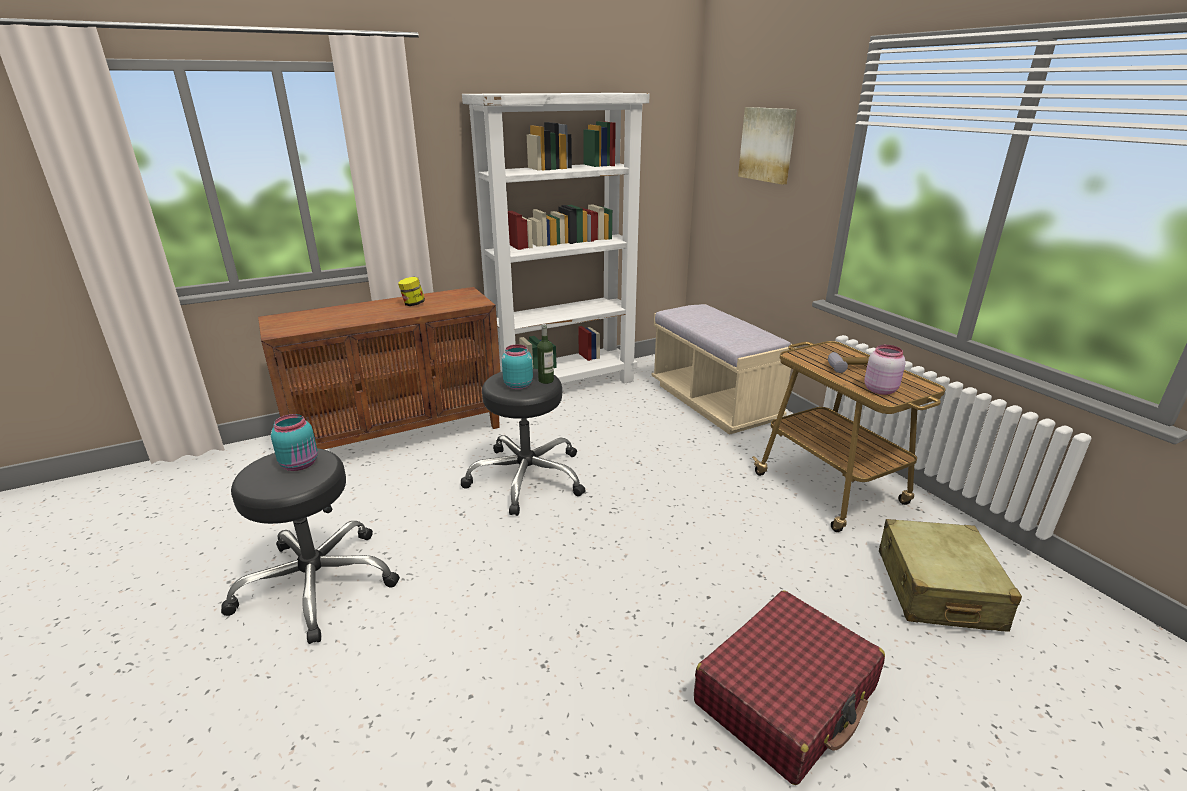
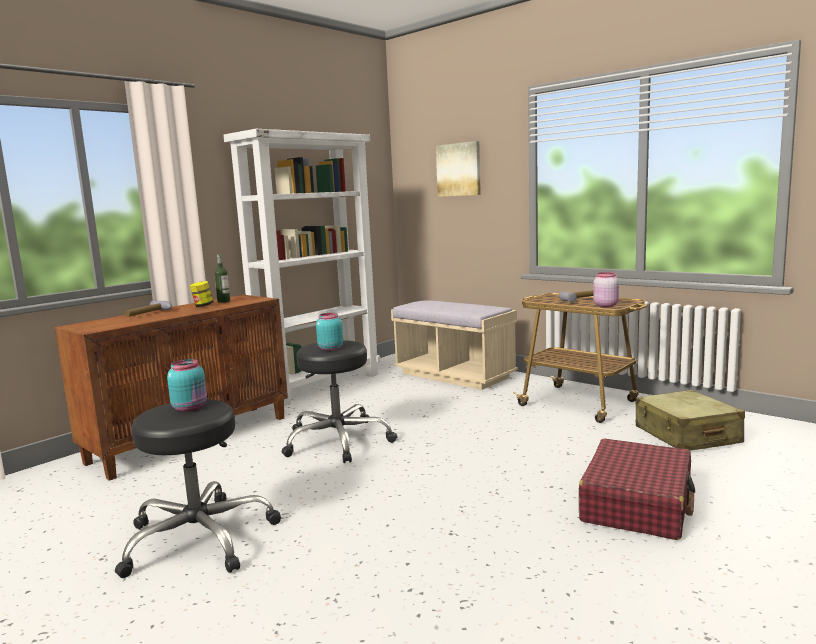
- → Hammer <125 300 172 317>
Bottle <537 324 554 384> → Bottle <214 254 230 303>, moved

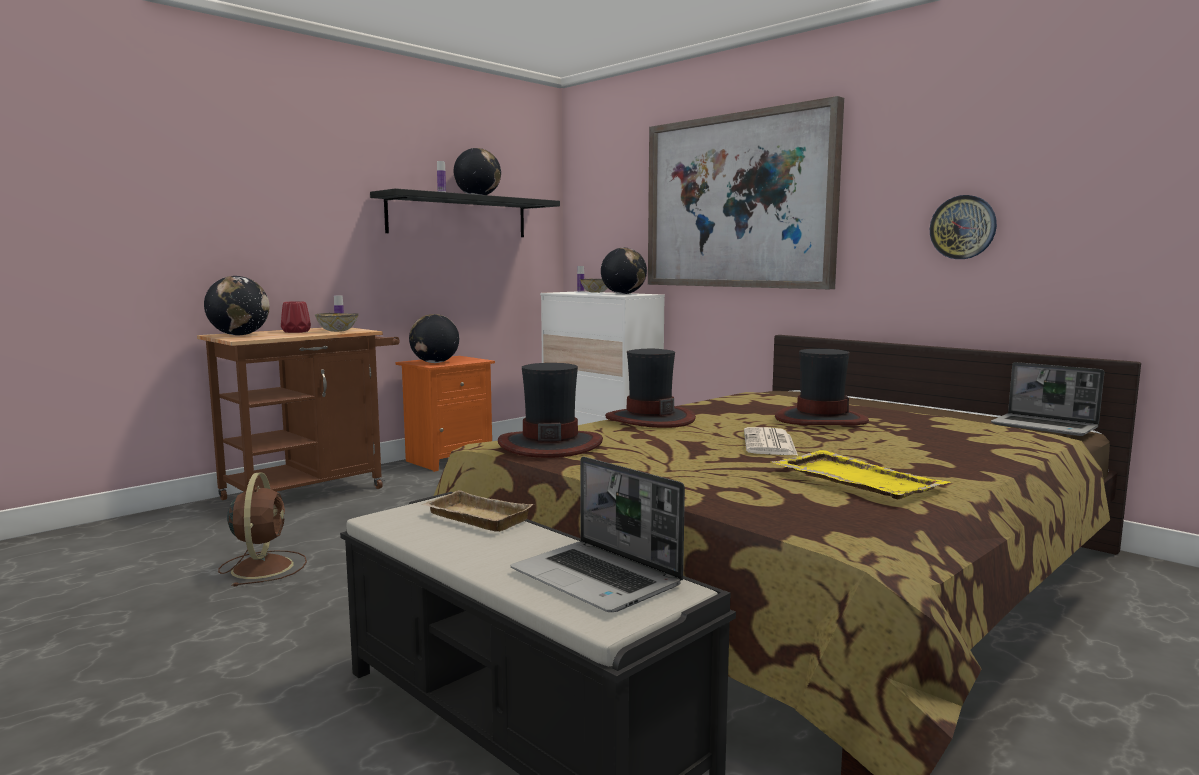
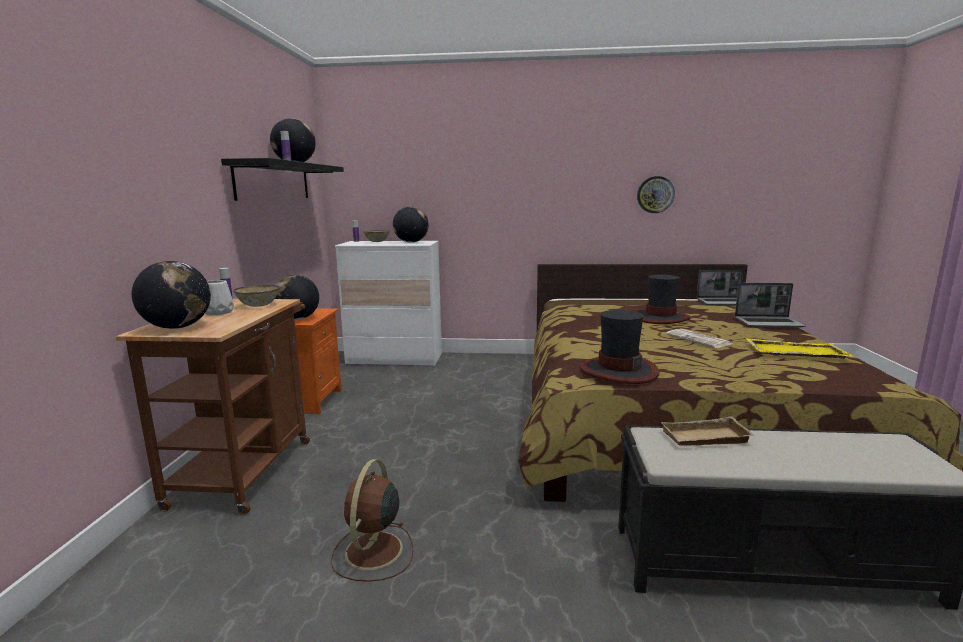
RedVase <281 301 311 333> → WhiteVase <205 280 234 315>
BrownFan <218 472 307 586> → BrownFan <330 459 413 582>, 120 degrees counterclockwise
Laptop <511 457 685 612> → Laptop <735 283 806 327>, moved
Hat <605 349 696 428> → -
Picture <648 96 844 289> → -

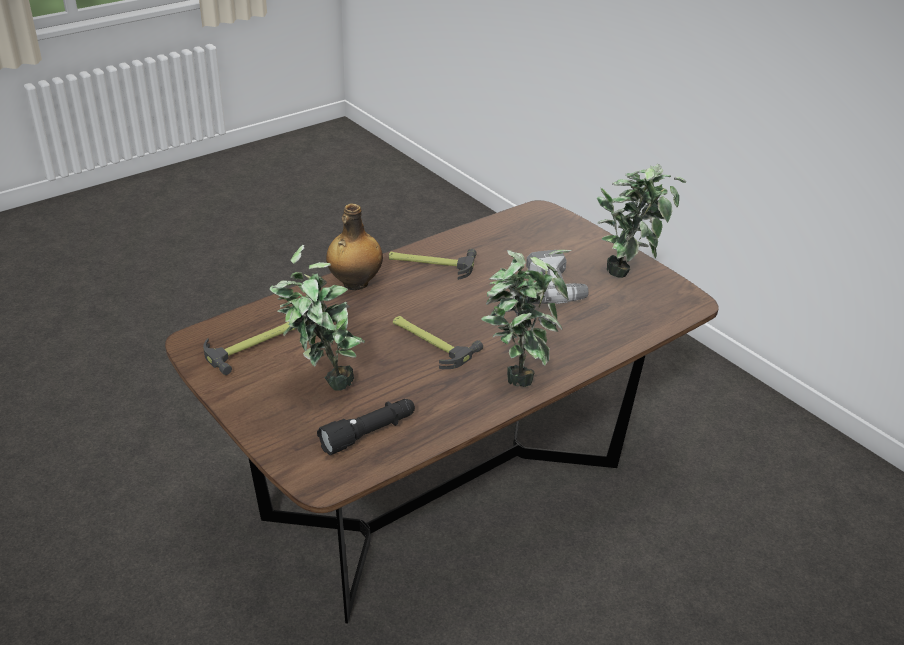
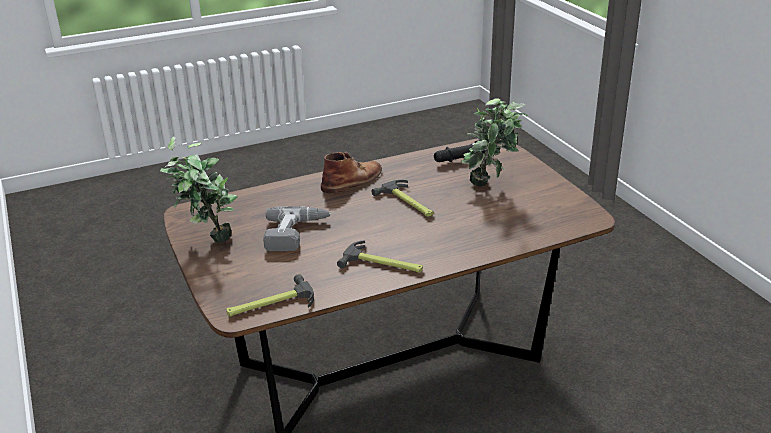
Hammer <203 322 295 375> → Hammer <226 274 314 317>, moved
PottedPlant <481 250 572 387> → BrownBoot <321 151 382 193>
Bottle <326 203 383 290> → -

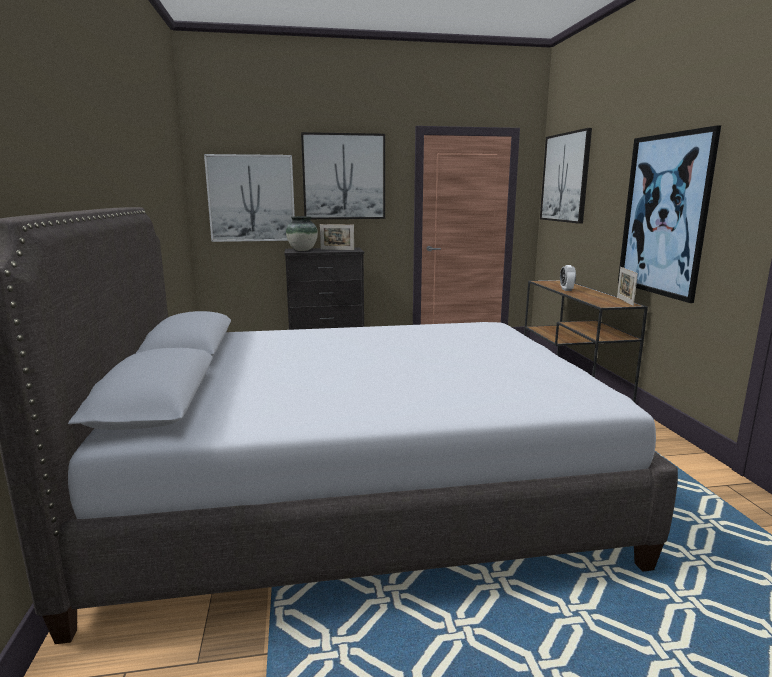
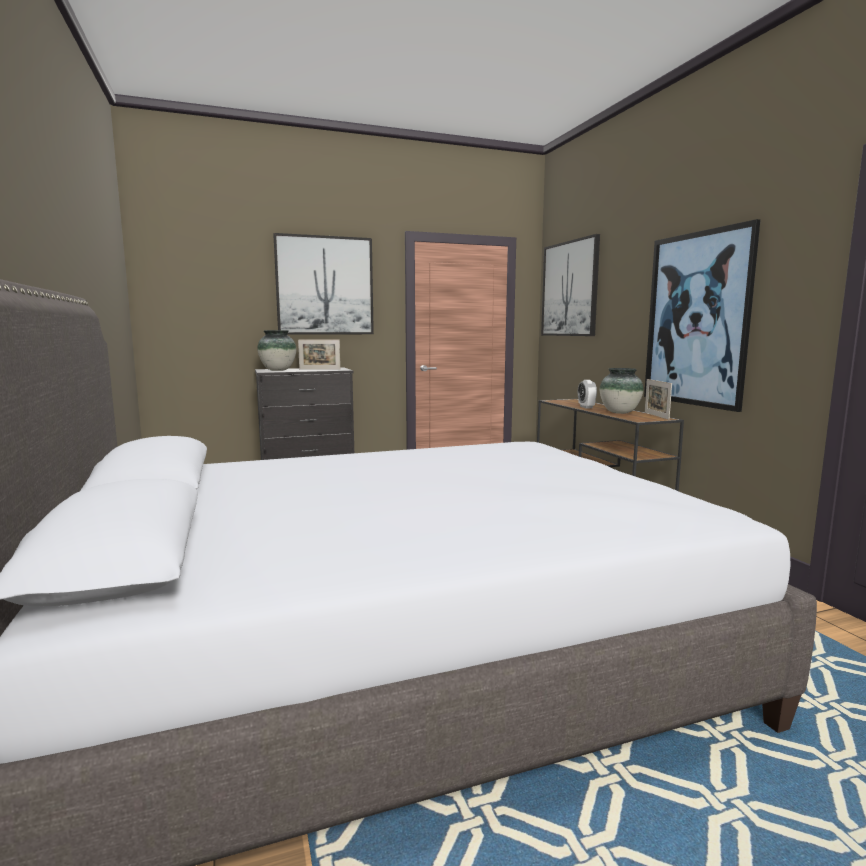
- → Vase <600 368 644 414>
Picture <204 154 295 242> → -

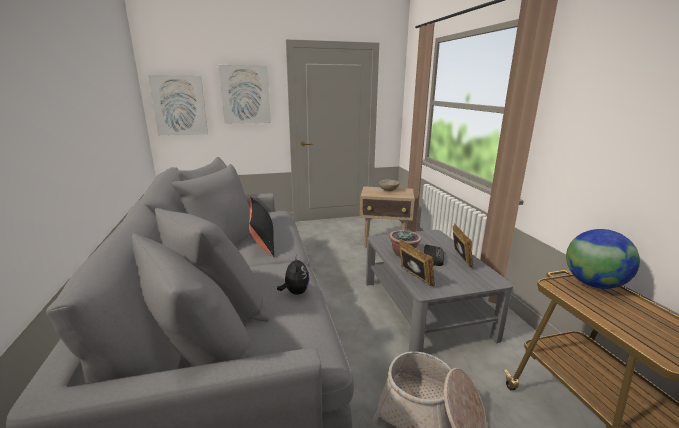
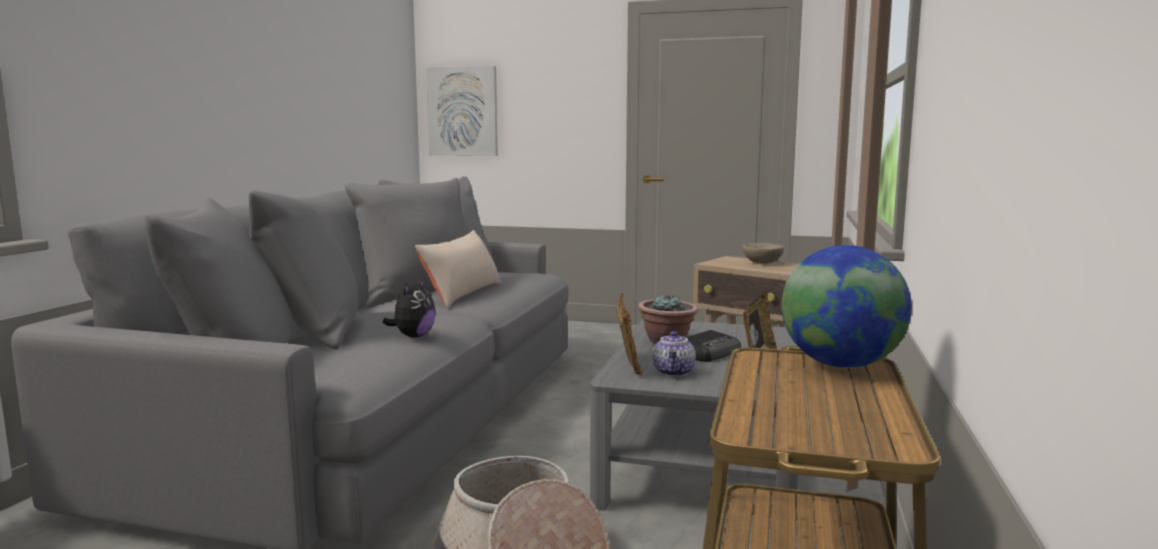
BlackPillow <249 197 274 257> → BeigePillow <415 230 501 308>
- → Teapot <652 331 696 377>
Picture <218 65 271 124> → -

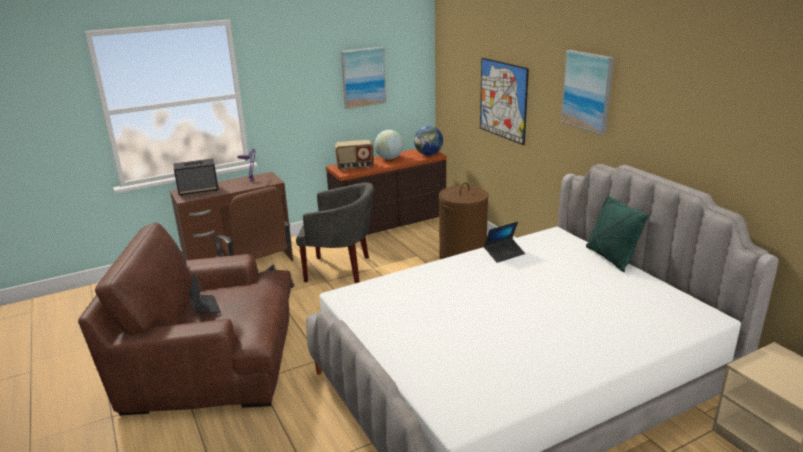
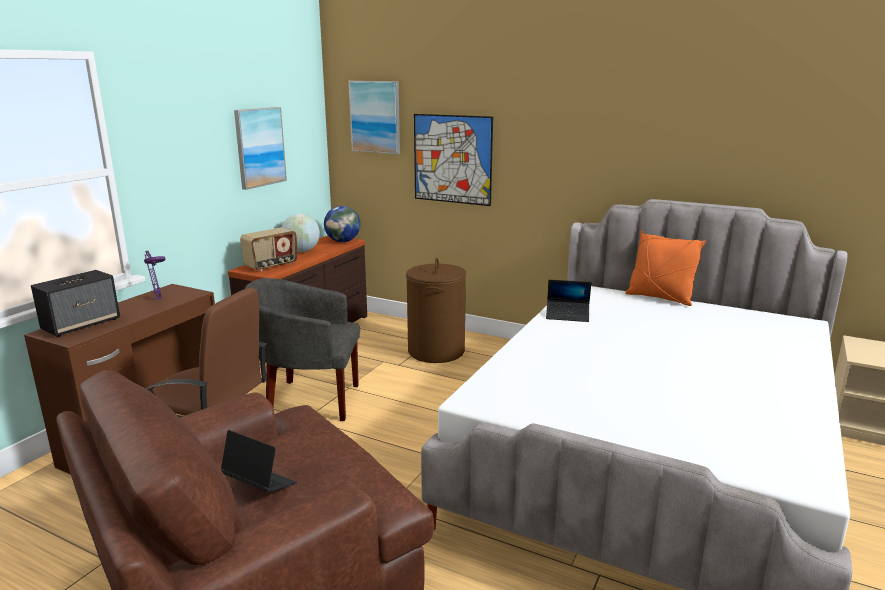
GreyArmchair <296 182 374 283> → GreyArmchair <245 278 360 421>, 150 degrees counterclockwise
Picture <561 50 614 135> → Picture <349 81 400 154>, moved
Laptop <484 222 525 263> → Laptop <546 280 591 322>, 75 degrees clockwise
GreenPillow <586 192 649 272> → OrangePillow <625 230 706 306>

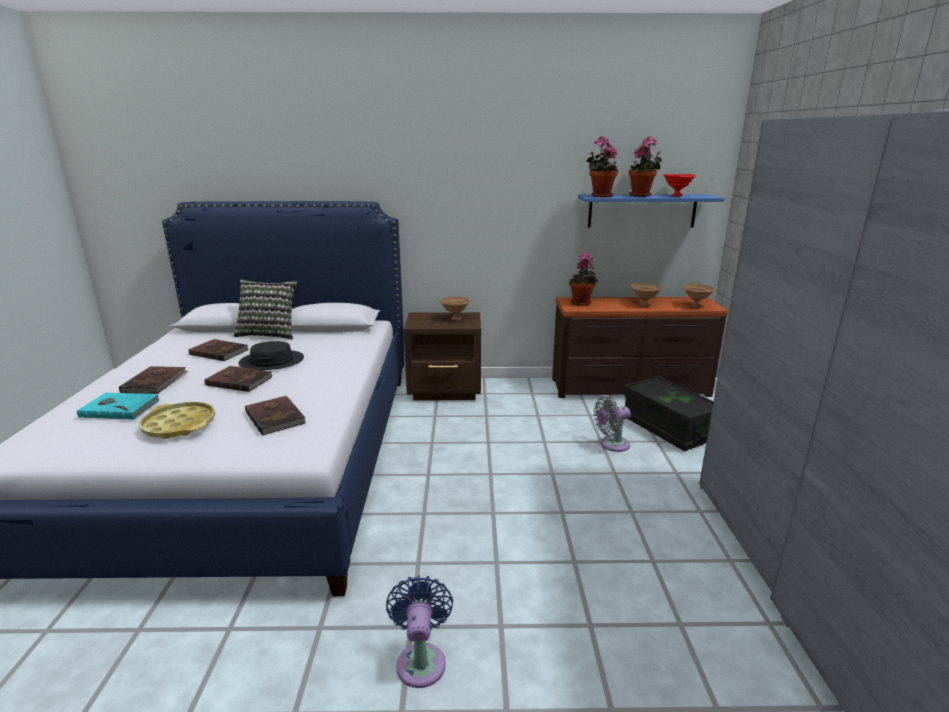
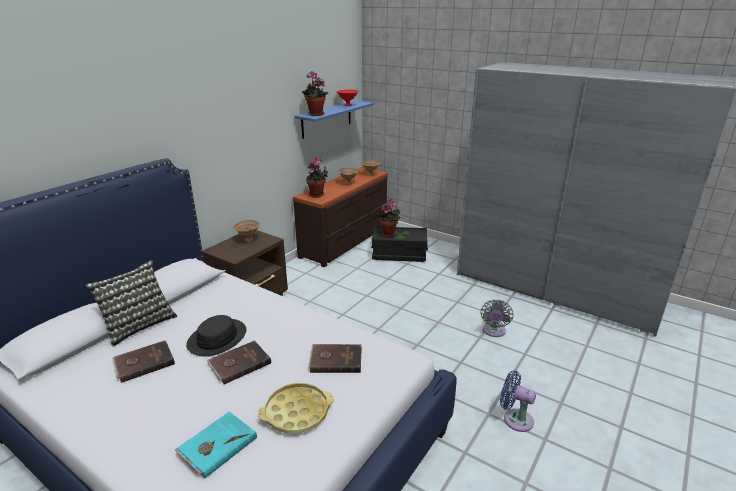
PottedPlant <629 136 662 197> → PottedPlant <379 199 401 237>, moved
GreyFan <594 397 631 452> → GreyFan <481 299 513 337>, moved
BrownBook <119 366 188 394> → -

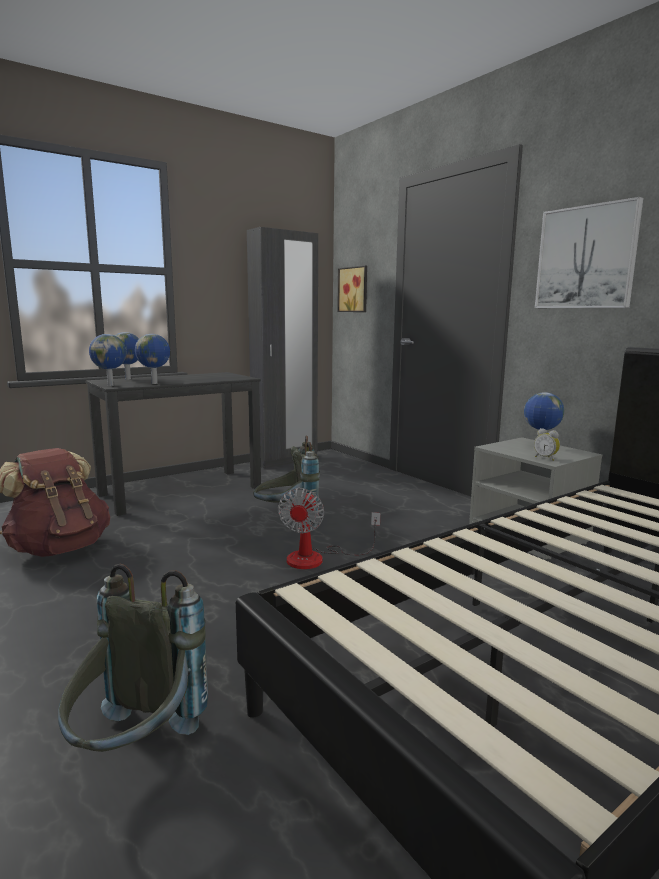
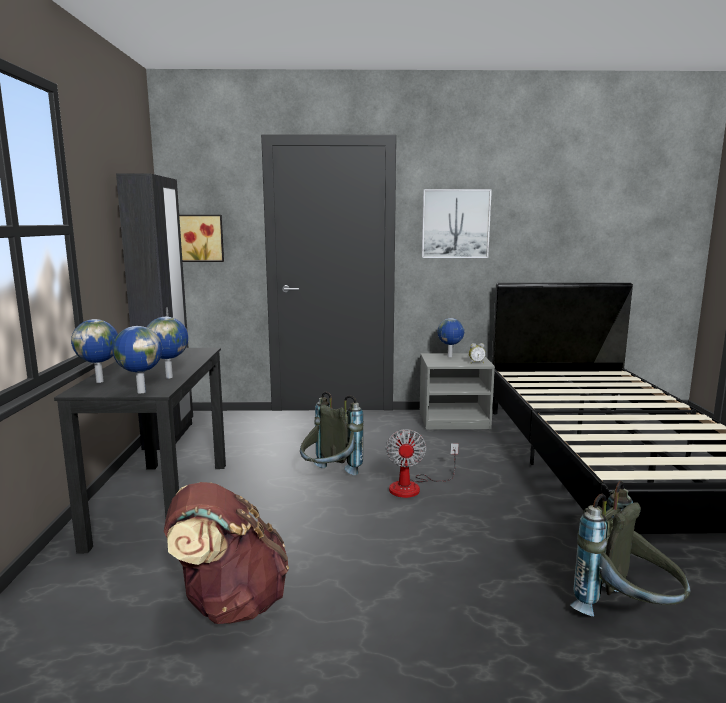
Fan <278 488 380 569> → Fan <386 429 458 498>, 45 degrees clockwise

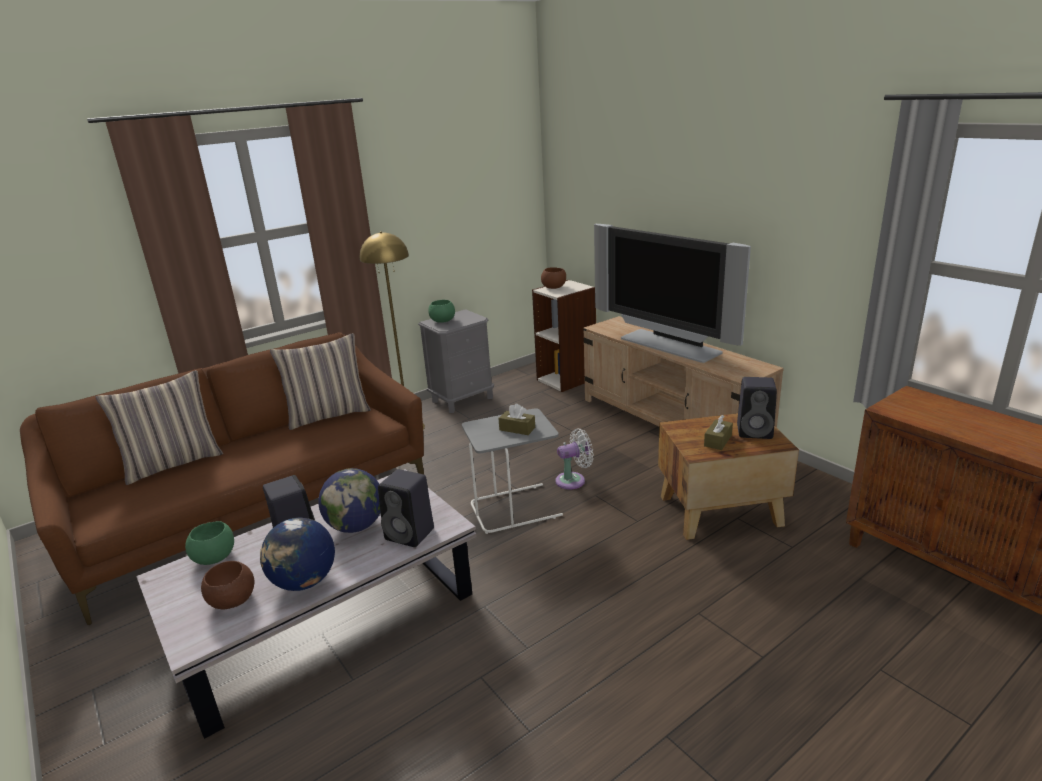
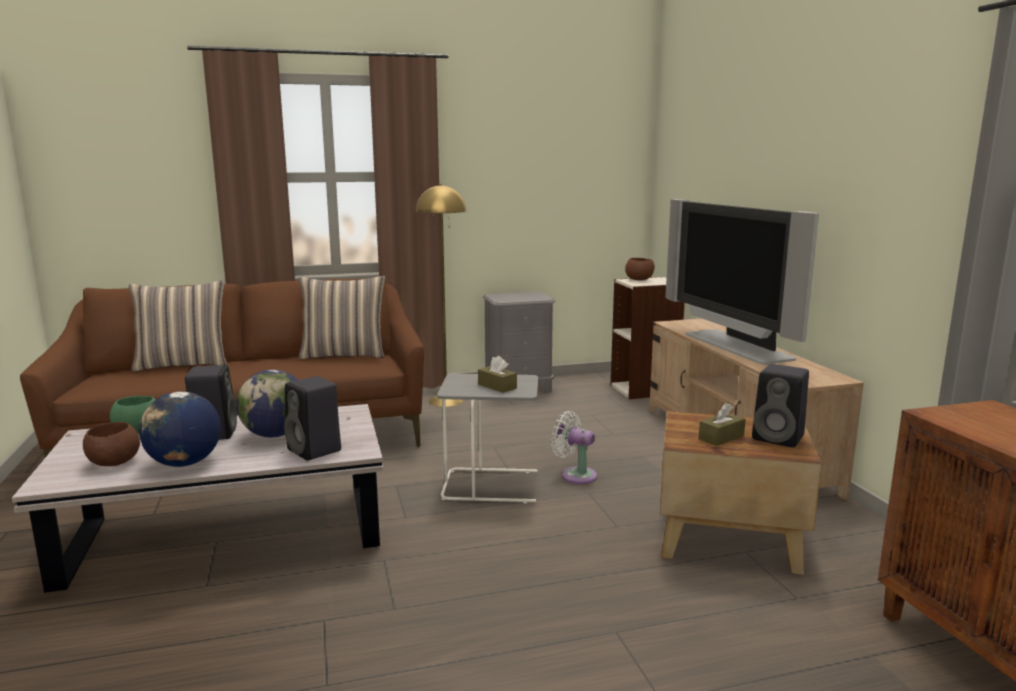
WhiteFan <555 428 594 490> → WhiteFan <551 411 597 484>, 150 degrees counterclockwise
GreenBowl <428 300 455 323> → -

